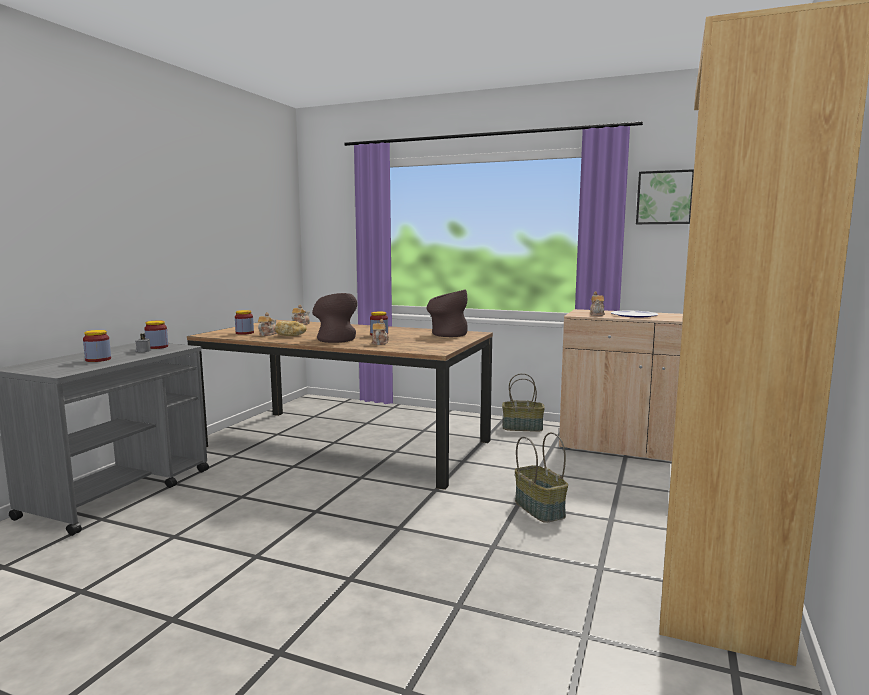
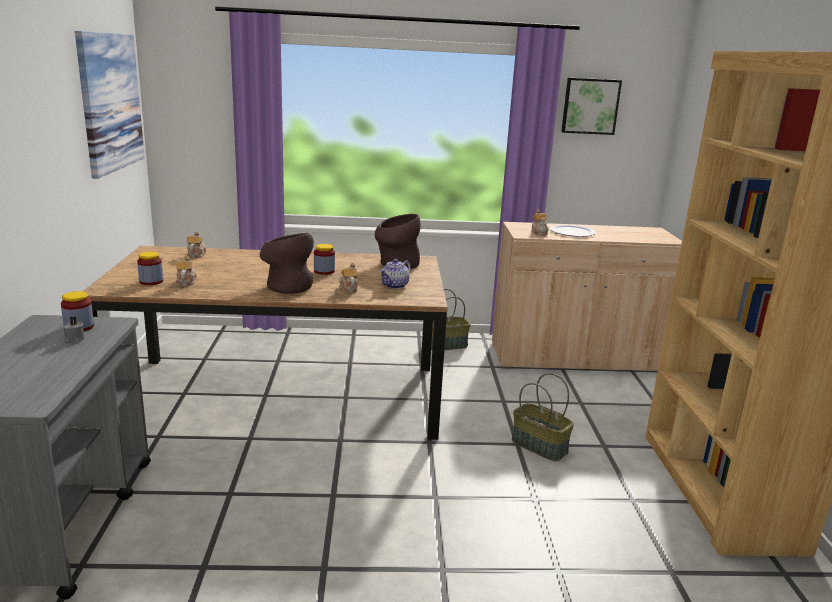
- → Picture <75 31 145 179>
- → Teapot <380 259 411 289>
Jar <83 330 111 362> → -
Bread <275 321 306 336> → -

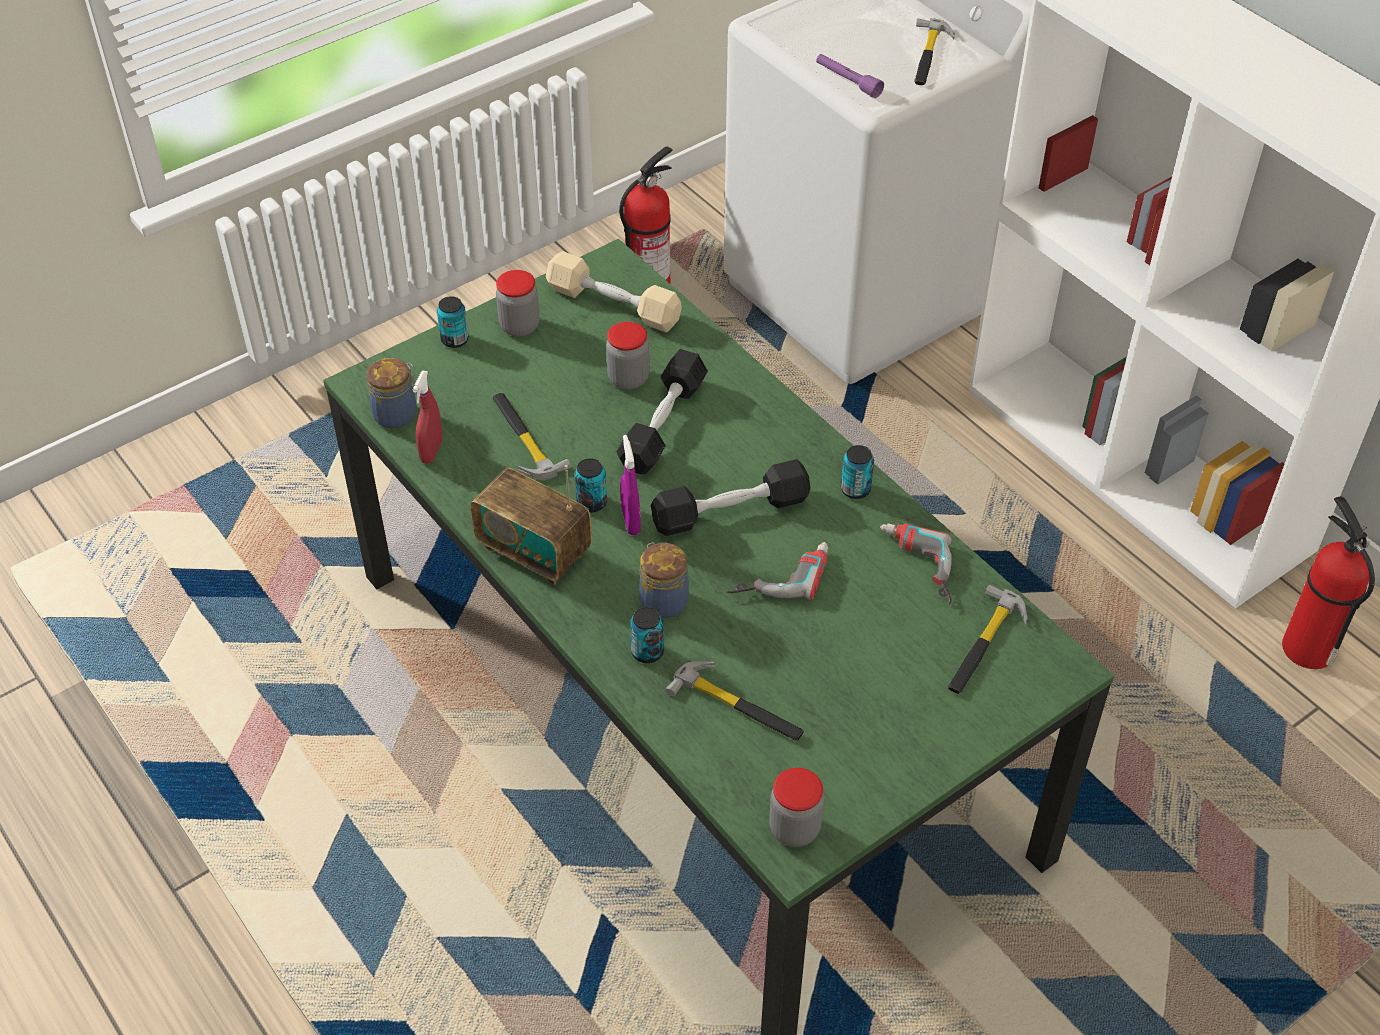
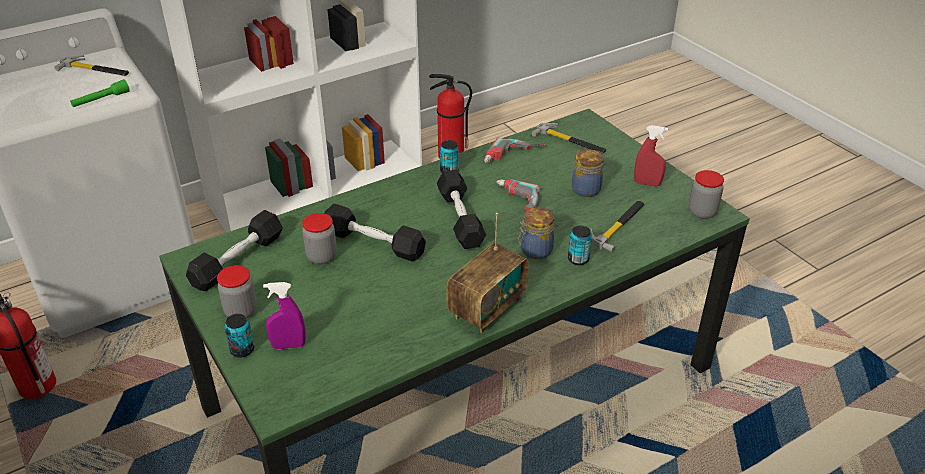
PurpleFlashlight <816 54 884 98> → GreenFlashlight <70 79 130 107>
BeigeDumbbell <546 251 682 332> → BlackDumbbell <186 210 283 291>
PurpleSprayBottle <620 435 641 535> → PurpleSprayBottle <263 282 306 349>, moved
Jar <367 358 417 429> → Jar <572 149 604 197>, moved
RedSprayBottle <413 371 442 464> → RedSprayBottle <634 125 668 186>, moved
Hammer <493 393 571 480> → -
Can <575 458 607 512> → -

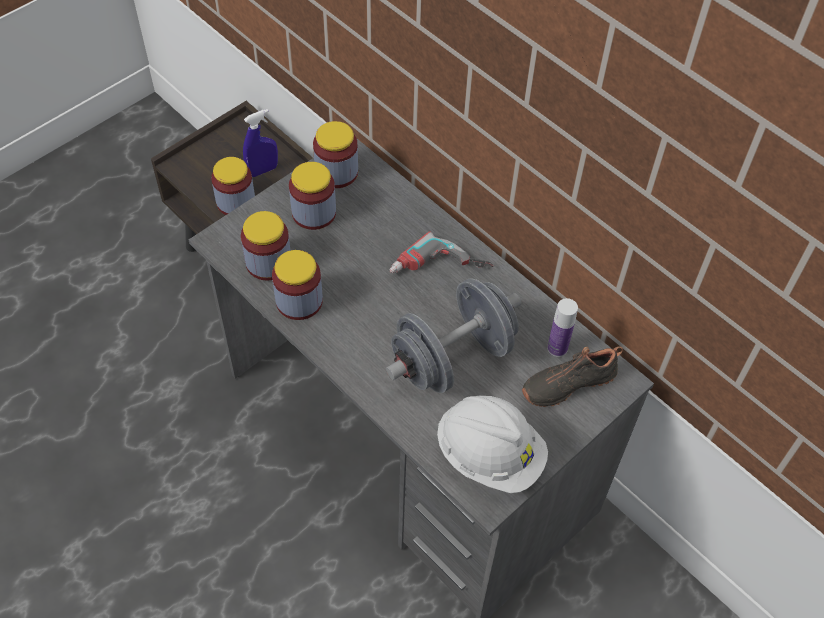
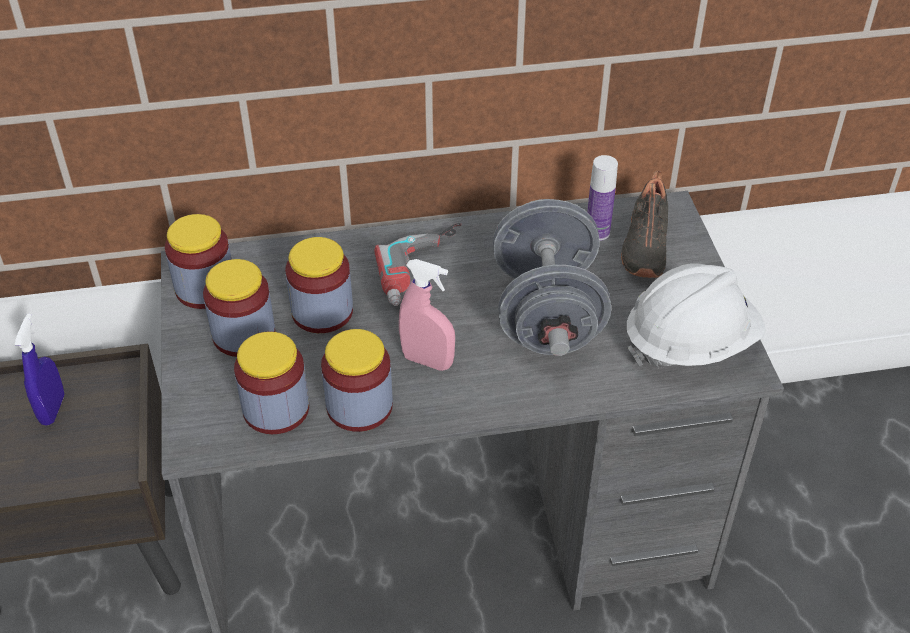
Jar <211 157 255 215> → Jar <285 237 353 333>, moved
- → PinkSprayBottle <399 259 455 371>

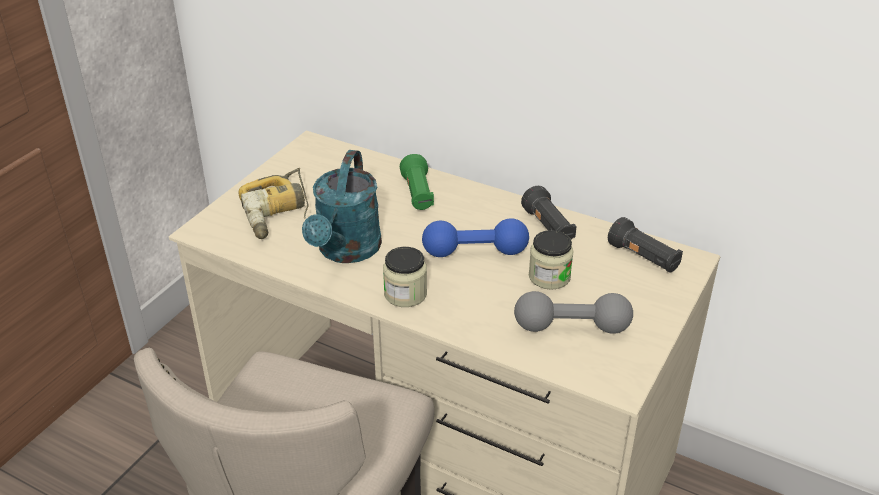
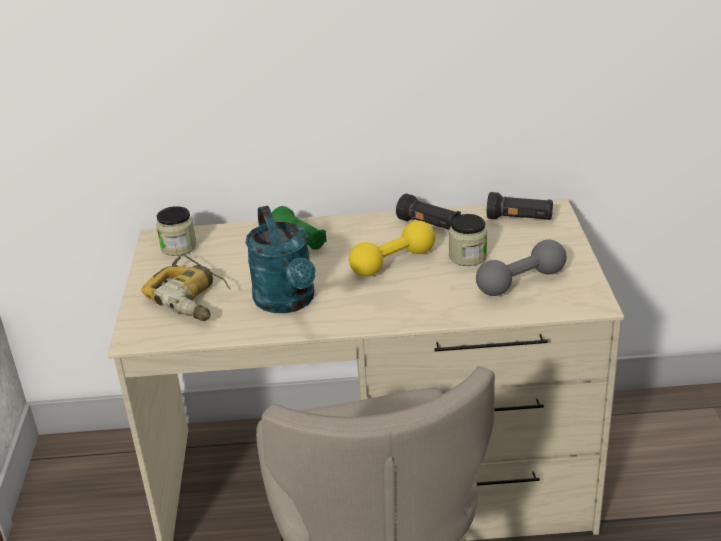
Jar <383 247 427 307> → Jar <156 206 197 256>, moved
BlueDumbbell <422 218 529 257> → YellowDumbbell <349 221 435 277>

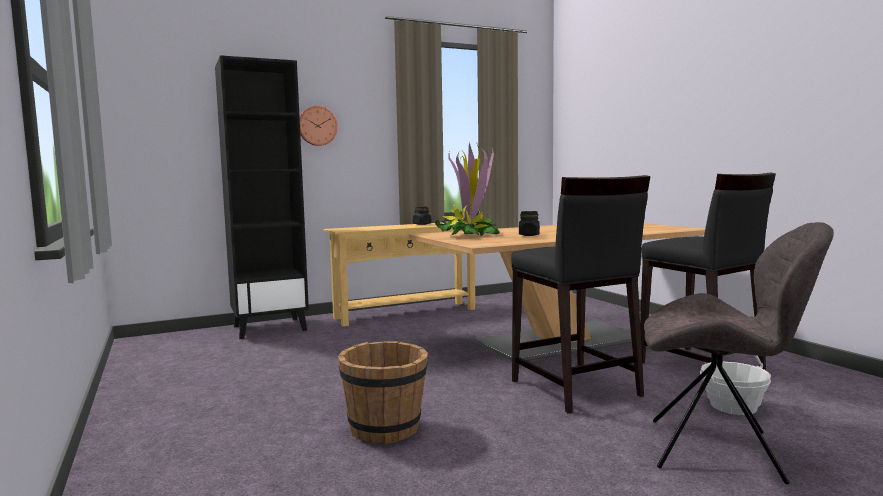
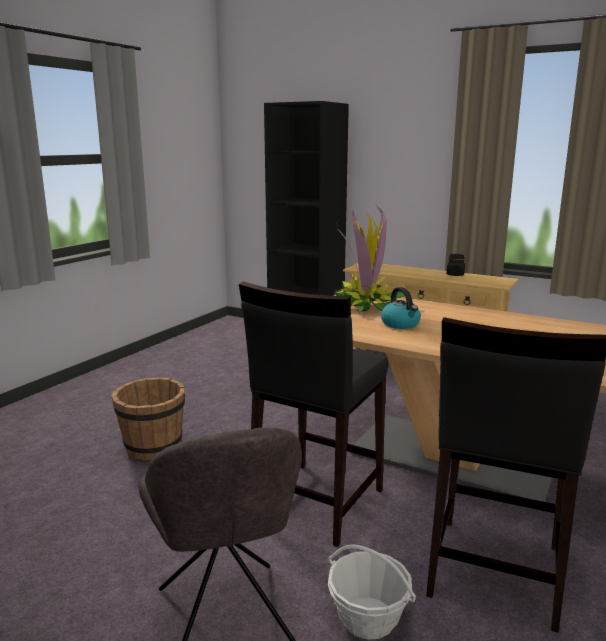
BlackJar <519 211 540 236> → Kettle <381 287 421 329>
WallClock <300 106 338 146> → -

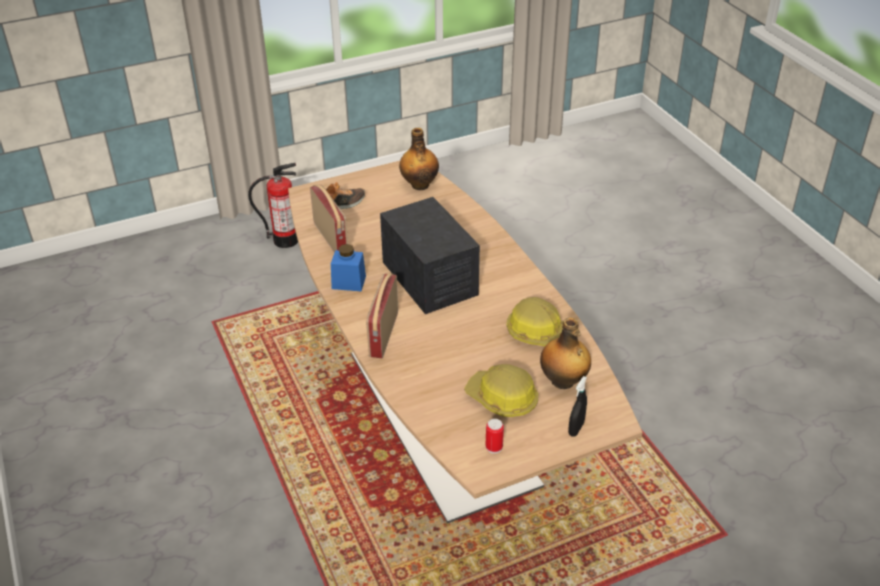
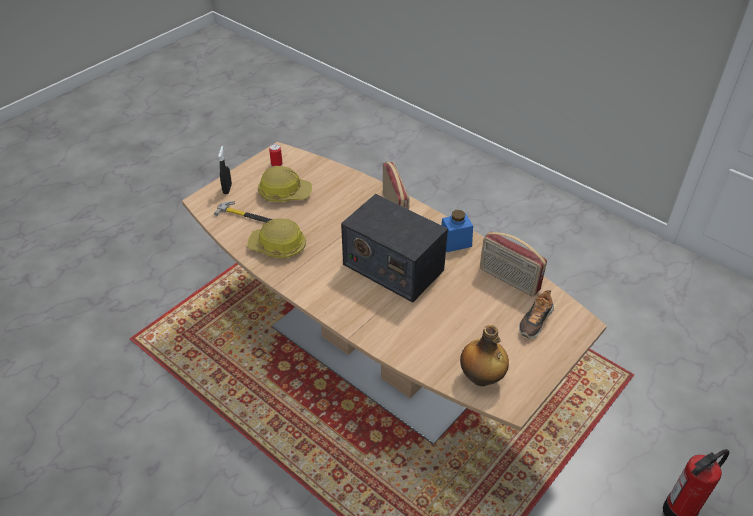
Bottle <540 318 591 389> → Hammer <214 201 273 223>

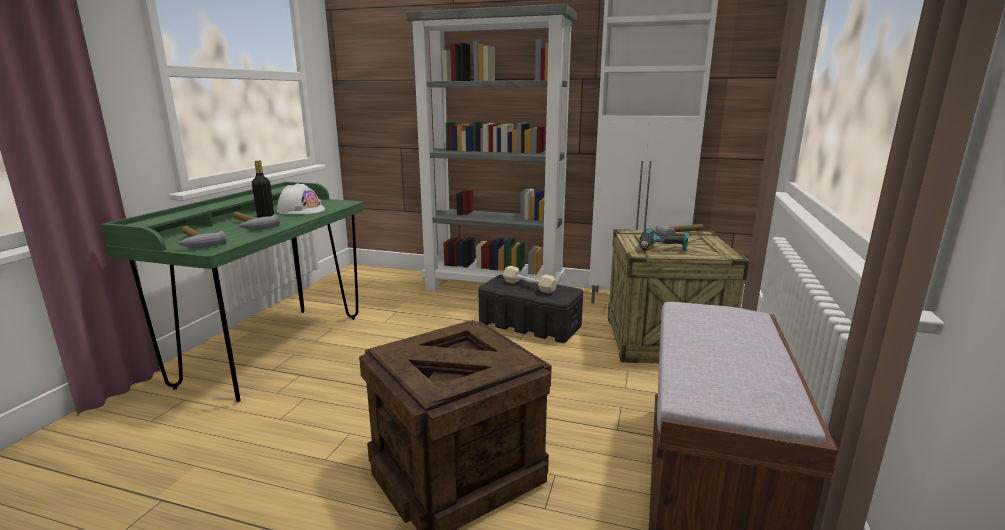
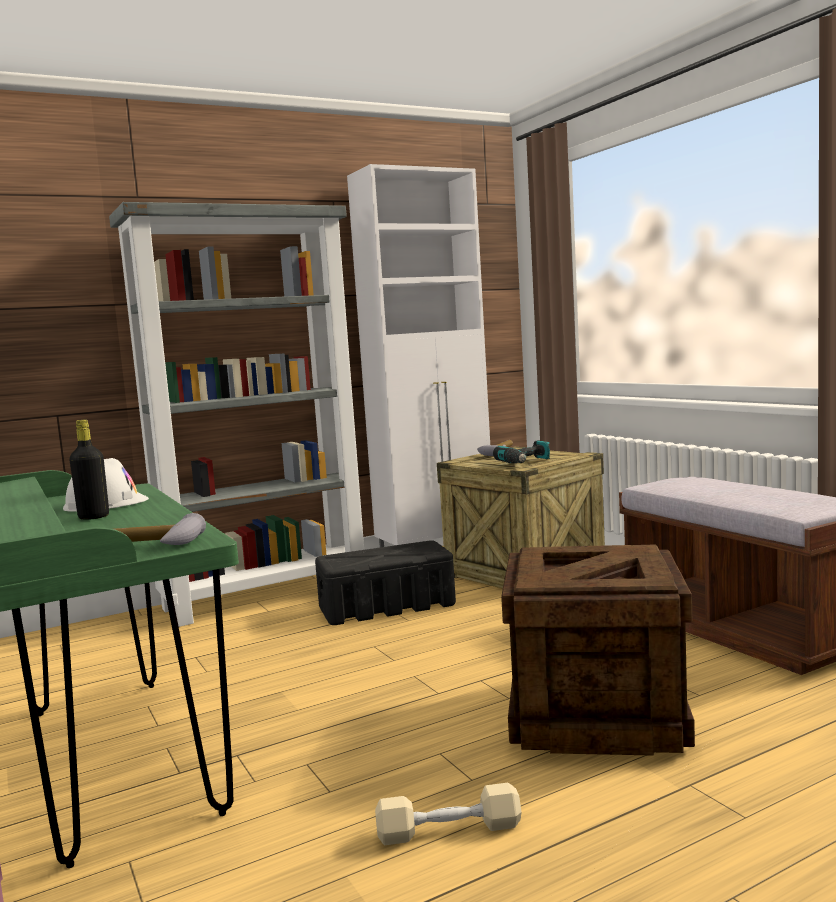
BeigeDumbbell <503 266 557 294> → BeigeDumbbell <375 783 522 845>, moved
Hammer <233 212 280 230> → -

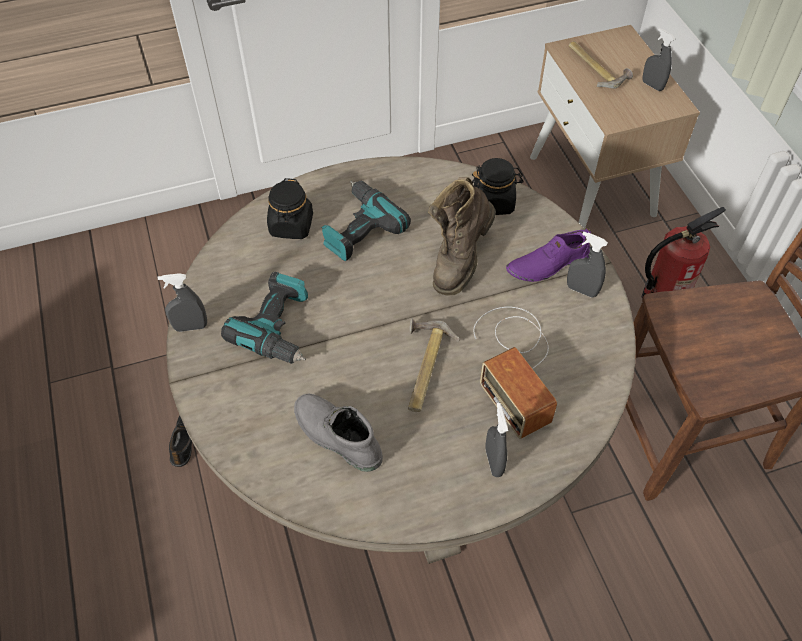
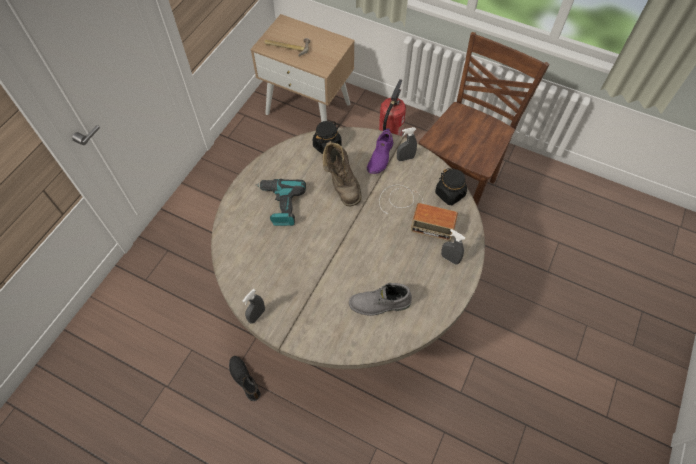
BlackJar <267 178 313 239> → BlackJar <435 168 467 205>, moved
PowerDrill <221 272 308 364> → -
Hammer <408 318 459 412> → -
GreySprayBottle <642 28 676 91> → -

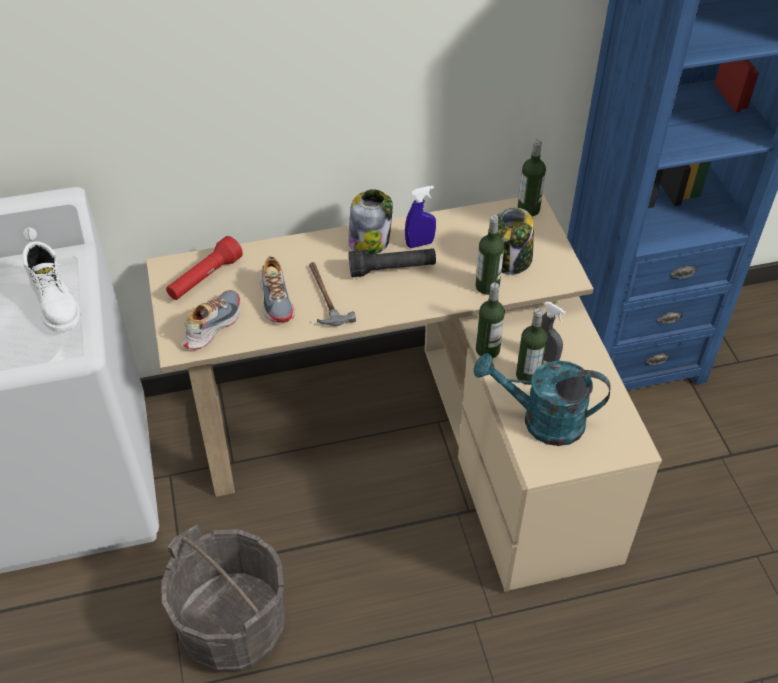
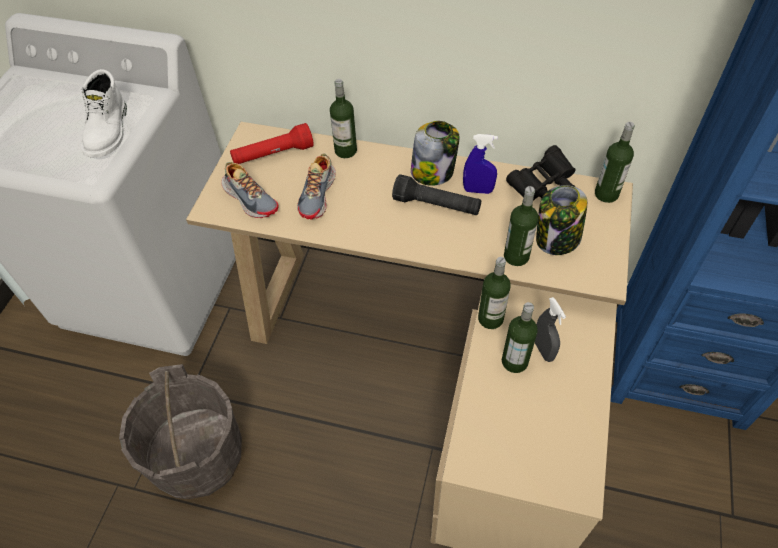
Shoe <182 290 240 350> → Shoe <221 162 279 218>, 75 degrees clockwise
- → Bottle <330 79 357 158>
- → BlackBinoculars <506 145 576 201>
Hammer <309 262 356 326> → -
TurquoiseWateringCan <474 353 611 446> → -

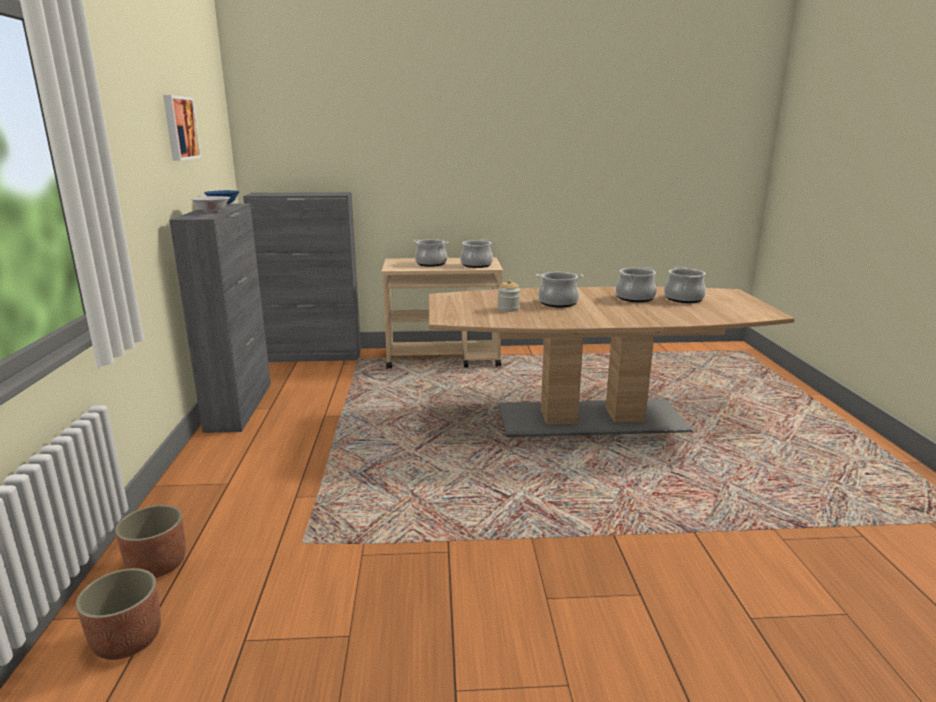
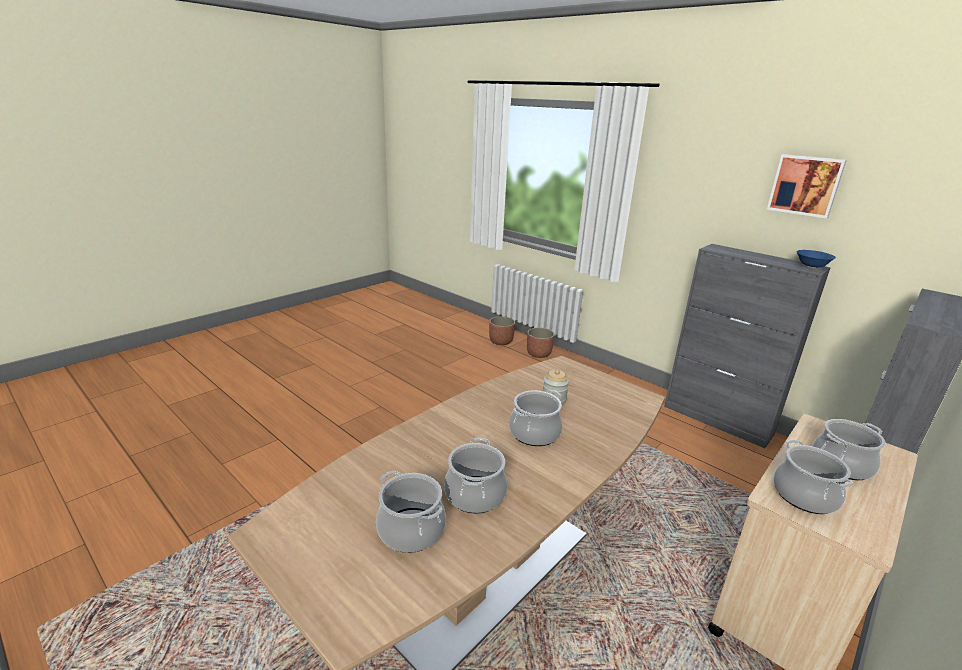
WhiteBowl <191 196 230 213> → -

